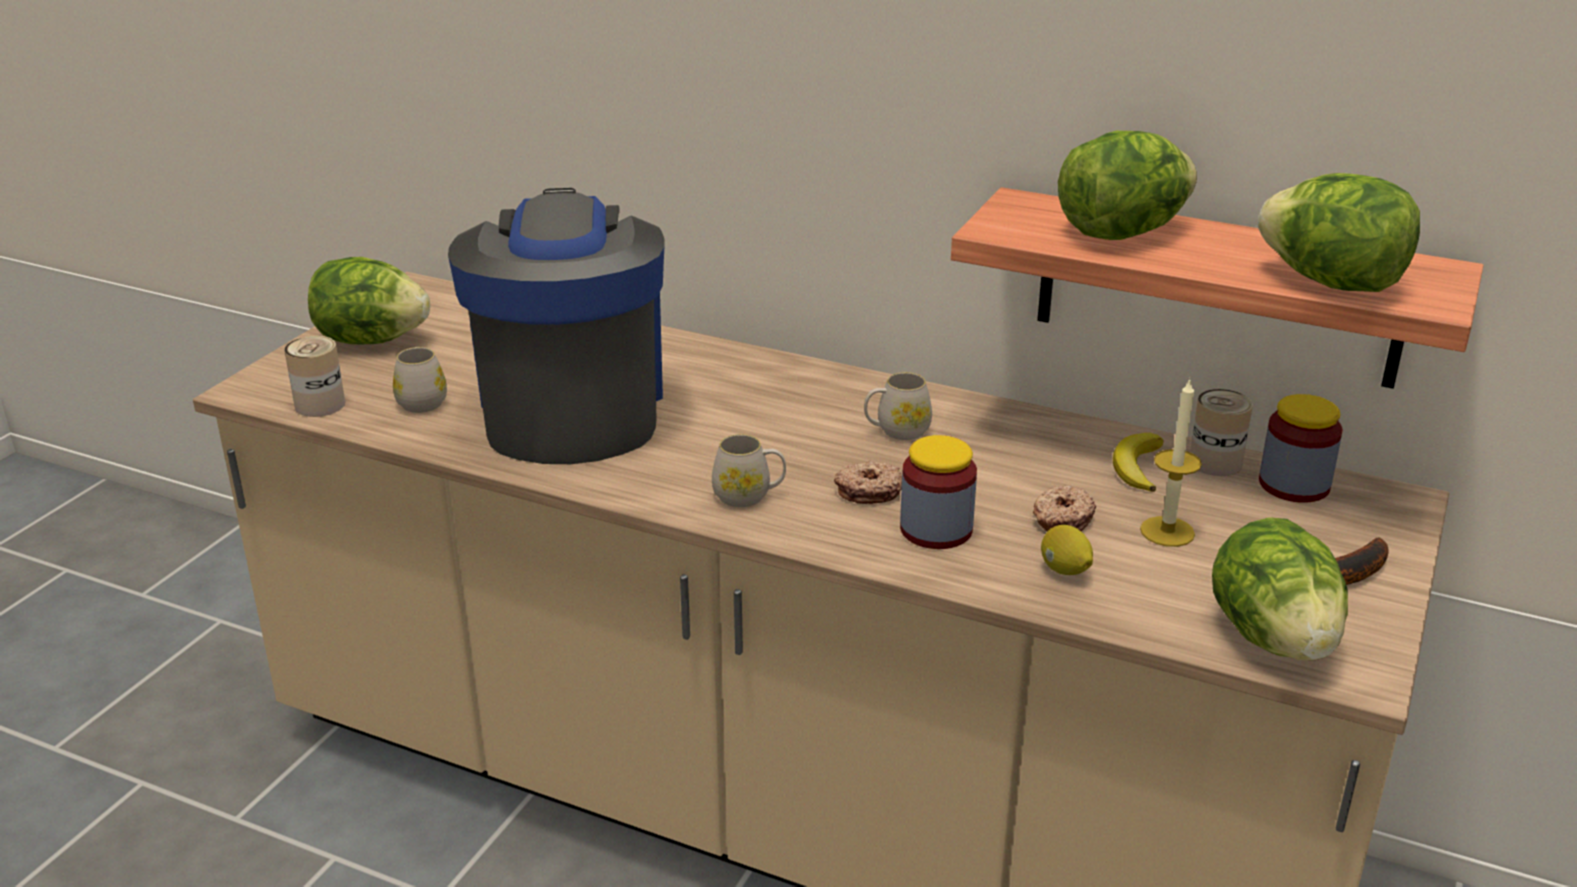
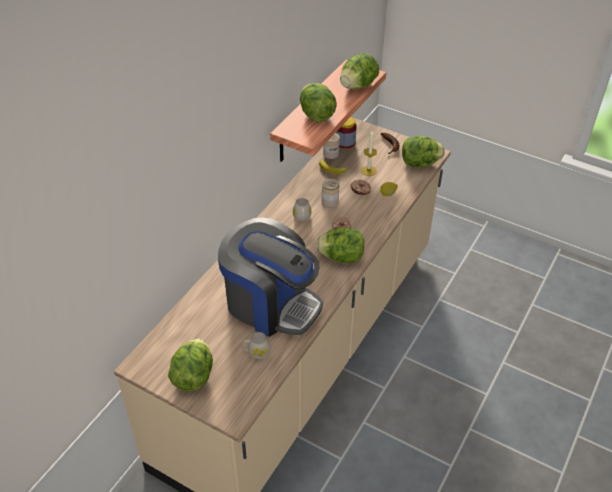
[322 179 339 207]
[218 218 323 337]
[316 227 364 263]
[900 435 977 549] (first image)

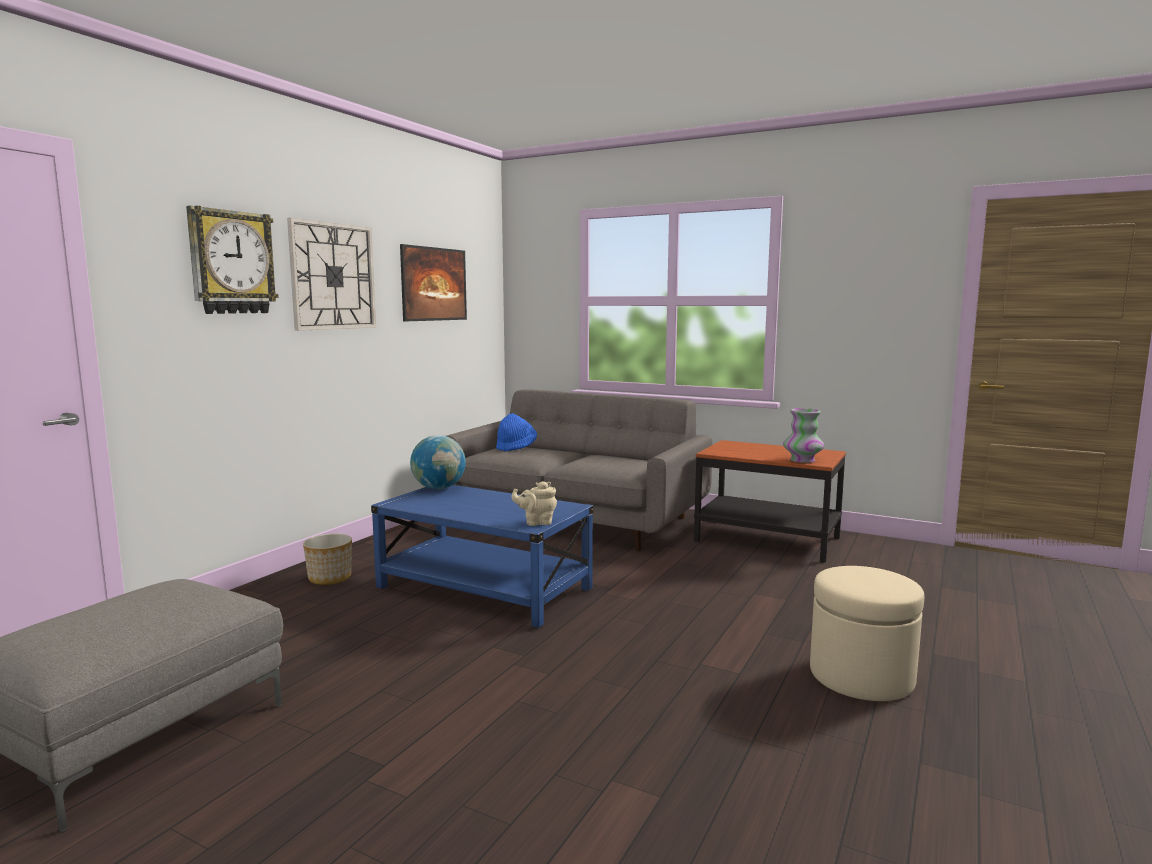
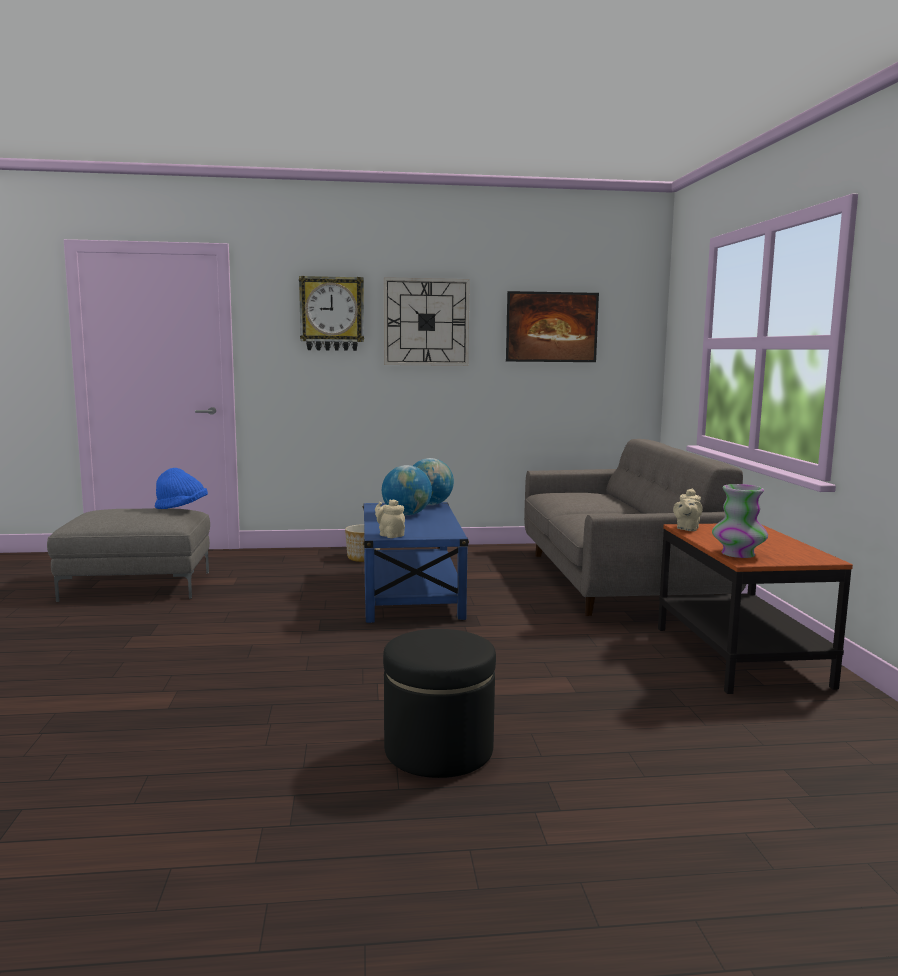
[155 468 208 509]
[383 629 496 778]
[382 465 432 515]
[673 489 703 531]

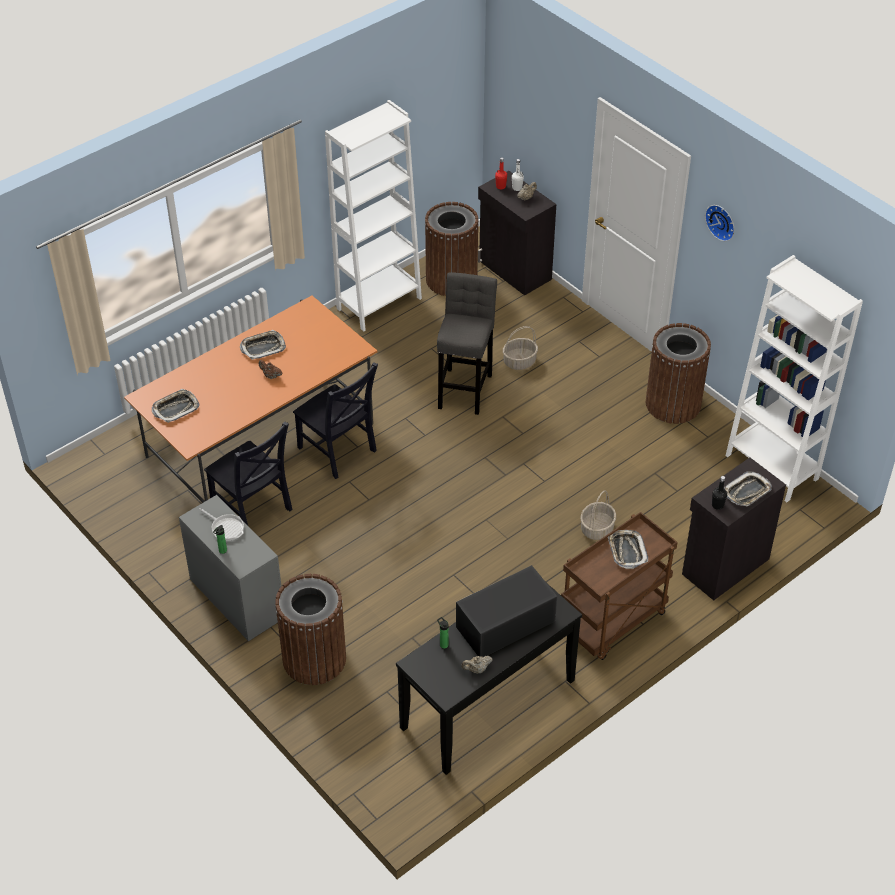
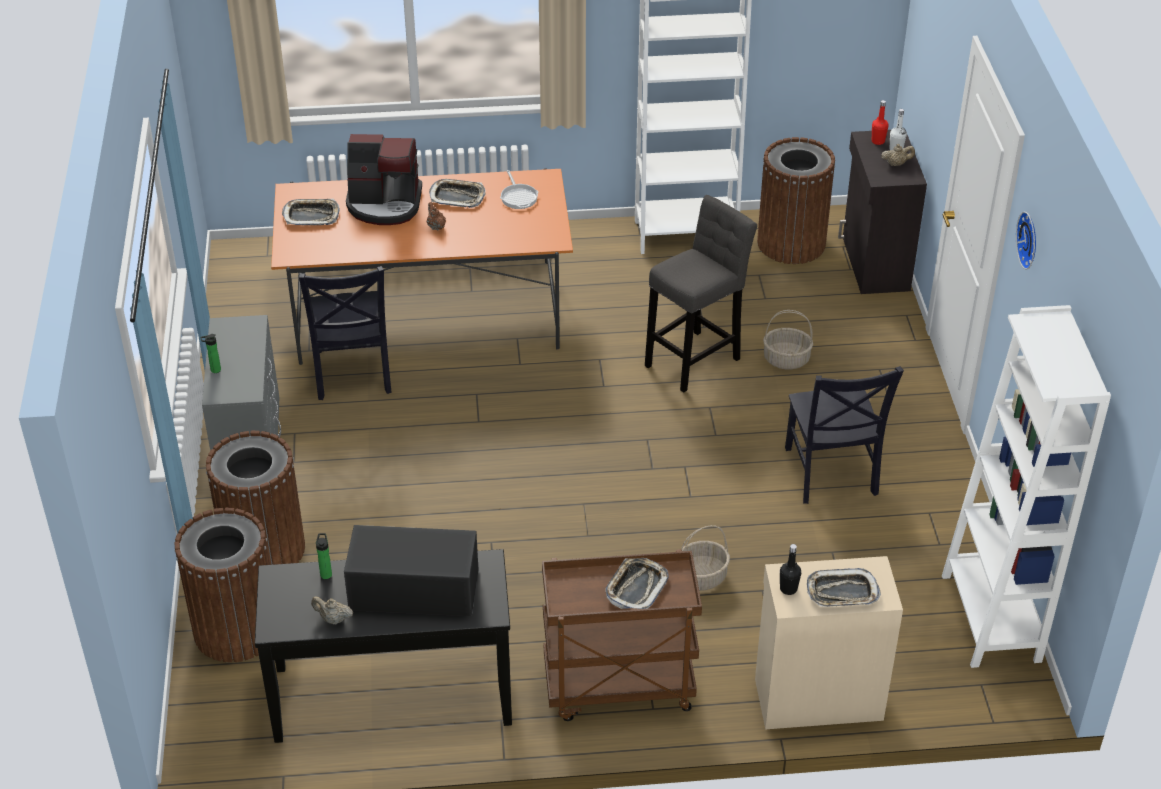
[500 170 538 209]
[785 366 904 504]
[175 508 270 663]
[755 556 903 729]
[346 134 422 225]

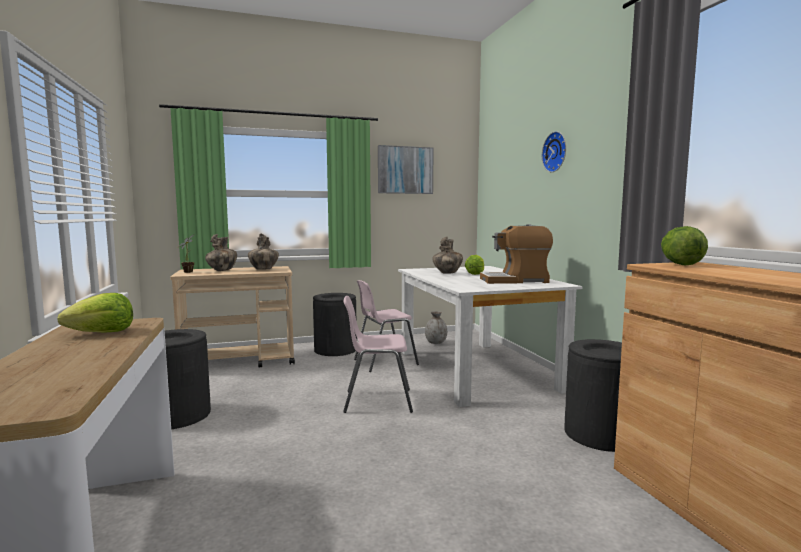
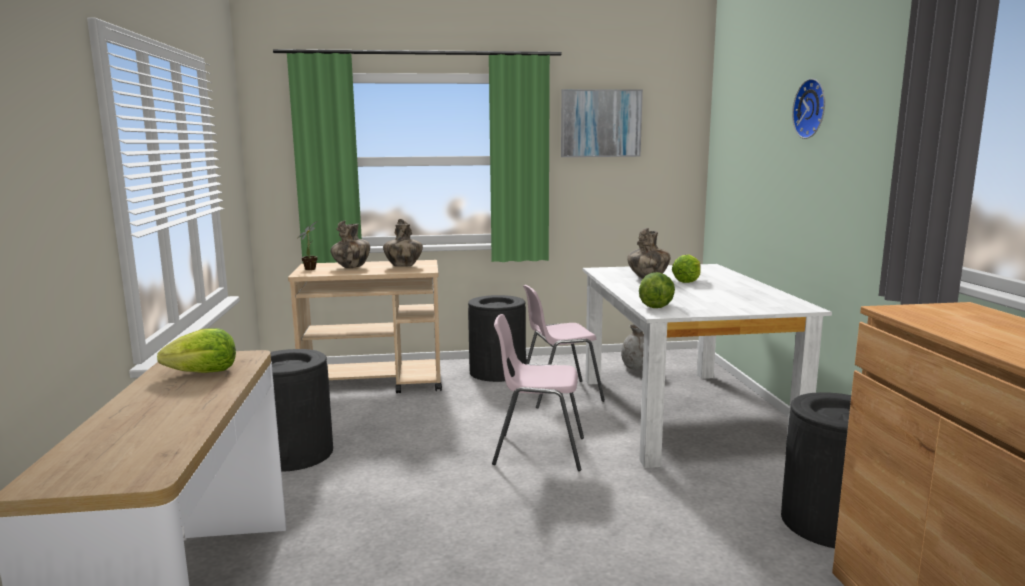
[480 224 553 284] (first image)
[639 272 675 308]

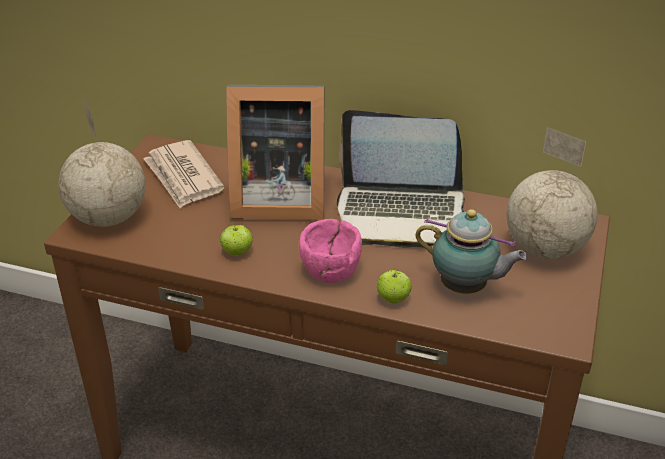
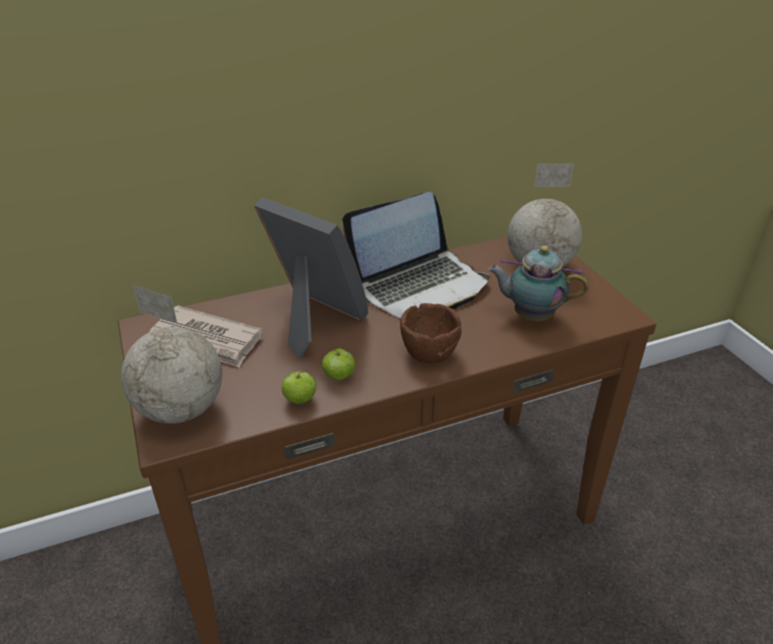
[254 197 368 359]
[400 303 462 363]
[282 371 316 404]
[488 246 589 321]

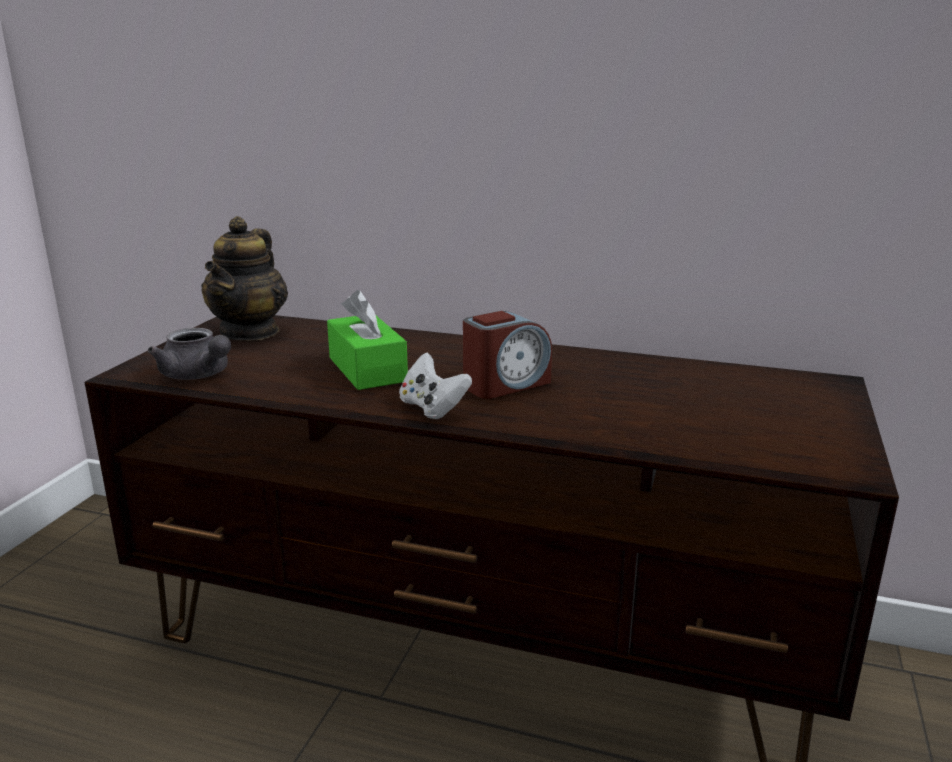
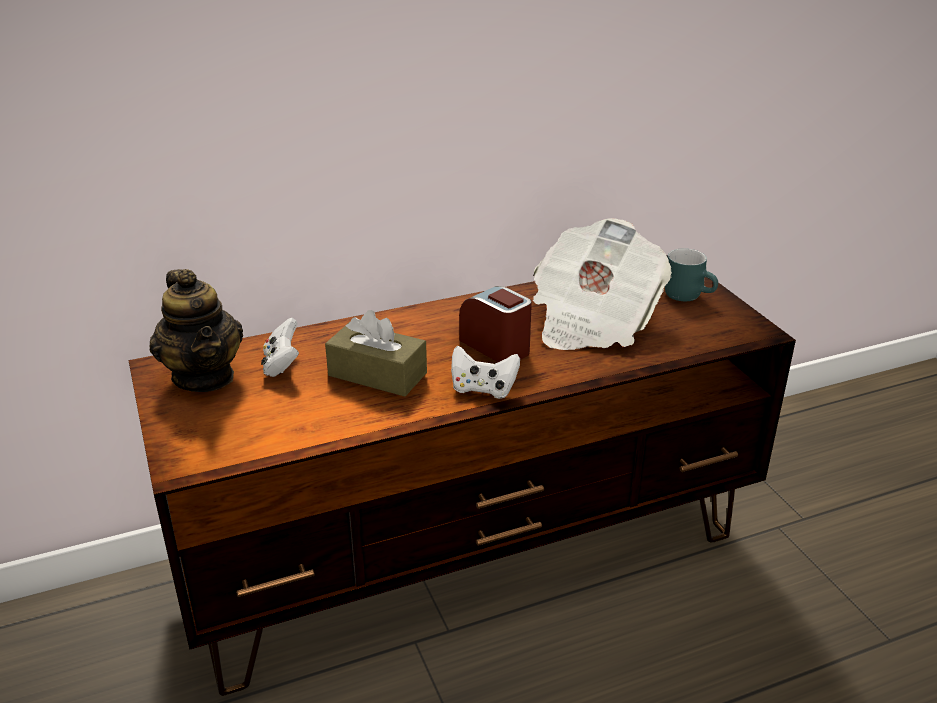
[148 328 231 380] (first image)
[325 310 427 397]
[459 286 532 362]
[261 318 299 377]
[533 218 672 350]
[665 248 718 301]

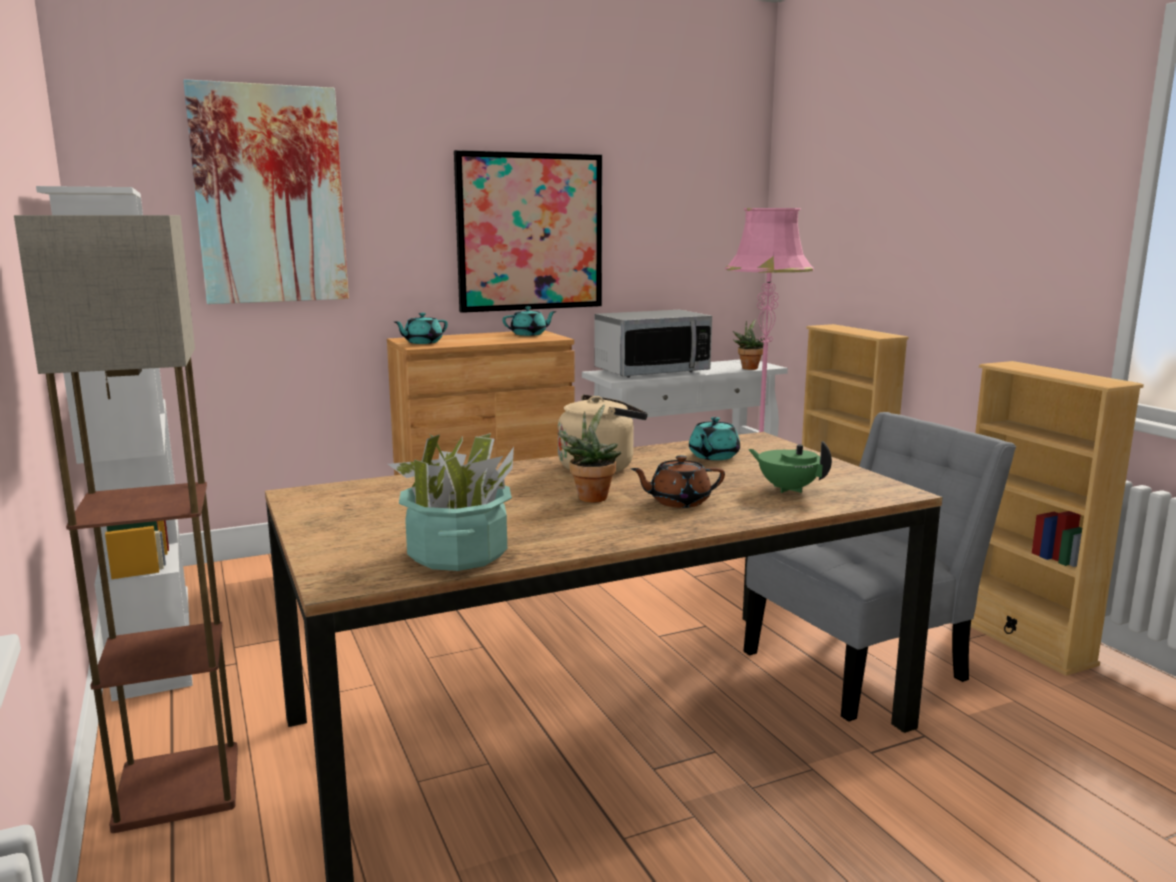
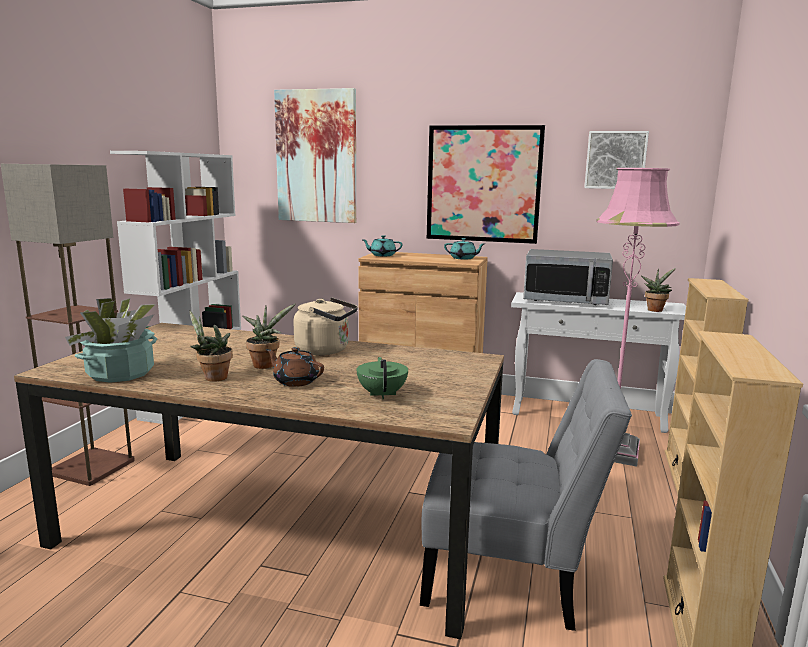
[689 417 740 460] (first image)
[189 310 233 382]
[584 131 649 189]

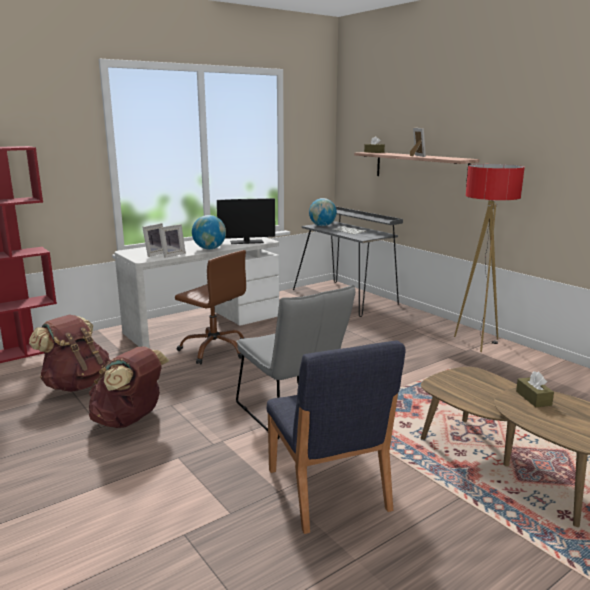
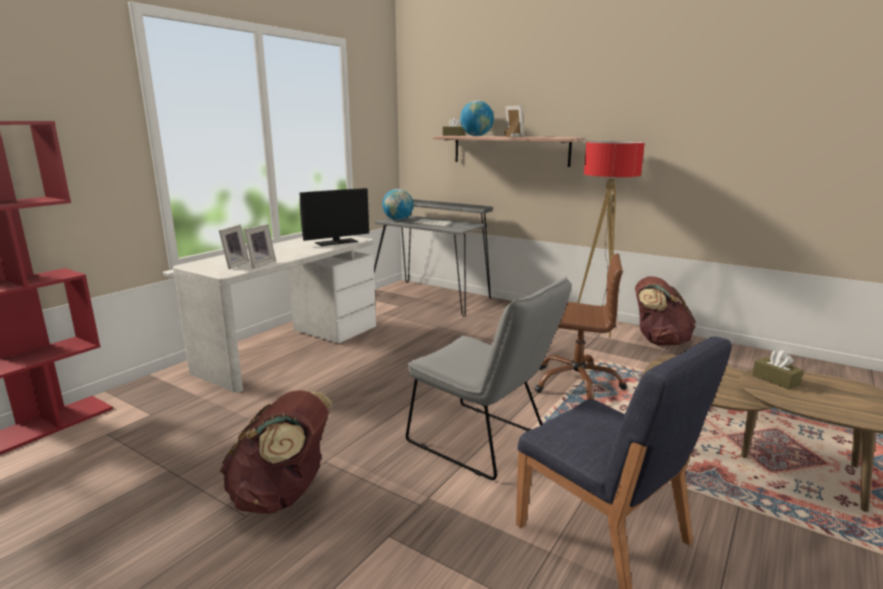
[635 277 696 345]
[534 254 627 400]
[460 101 494 136]

